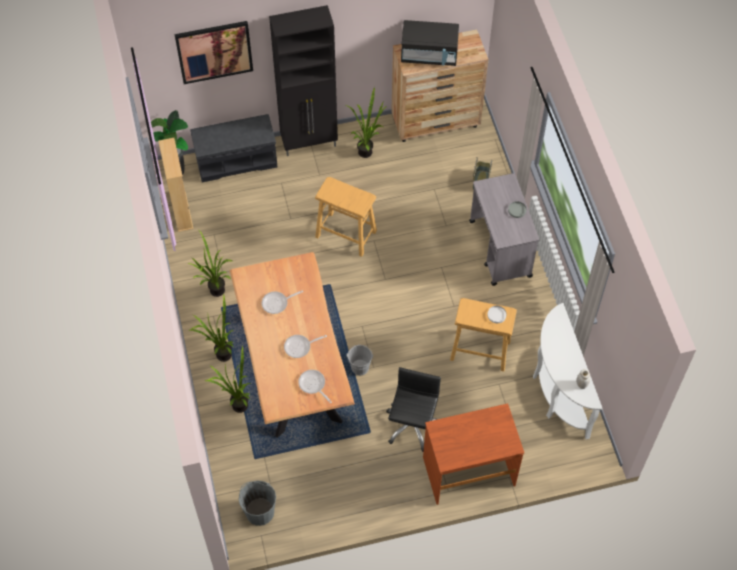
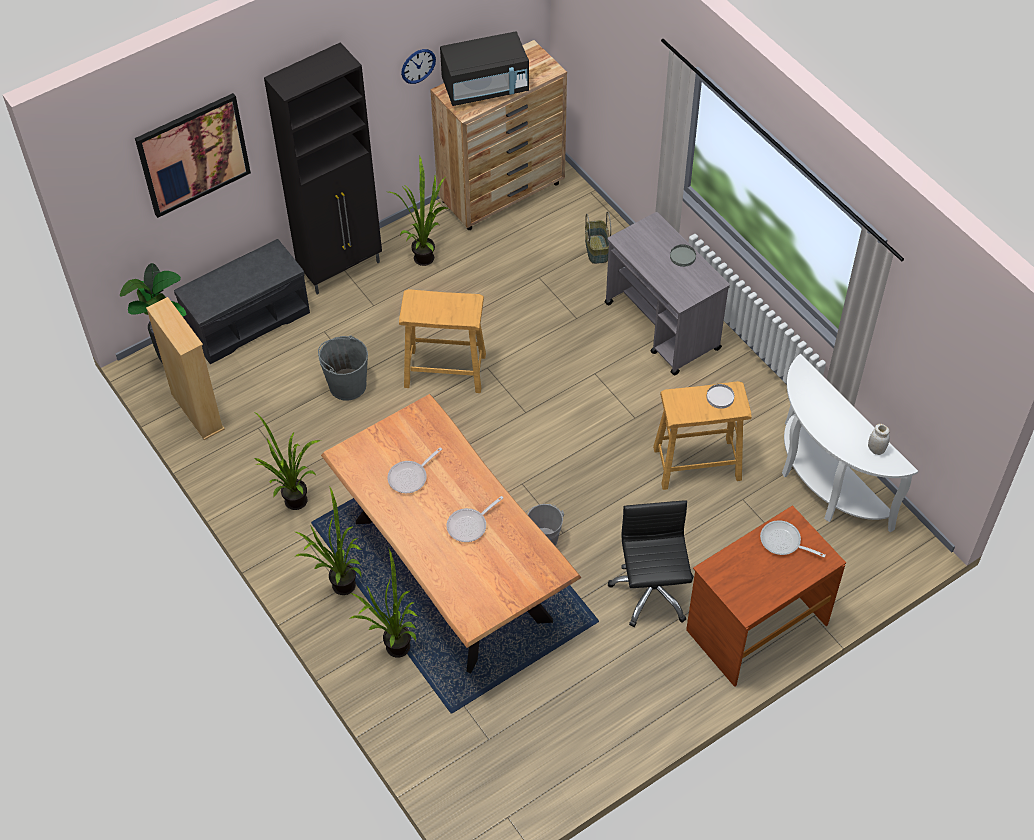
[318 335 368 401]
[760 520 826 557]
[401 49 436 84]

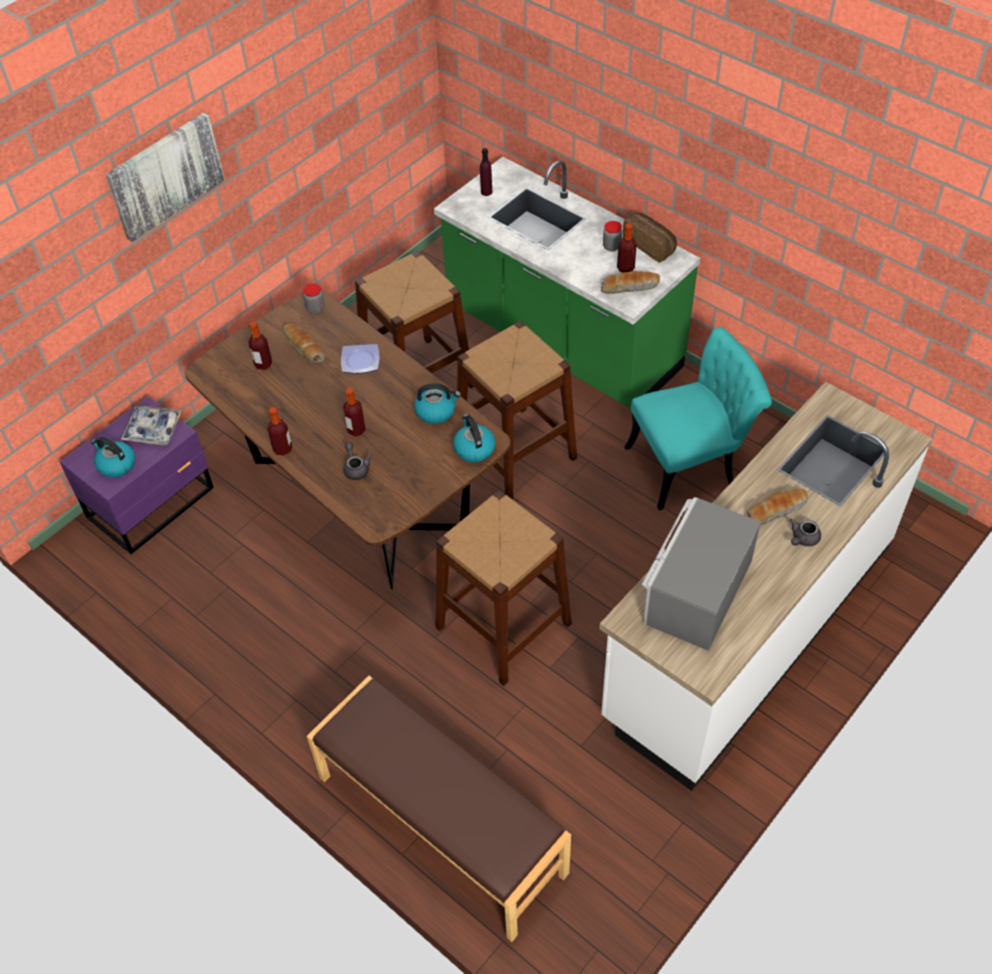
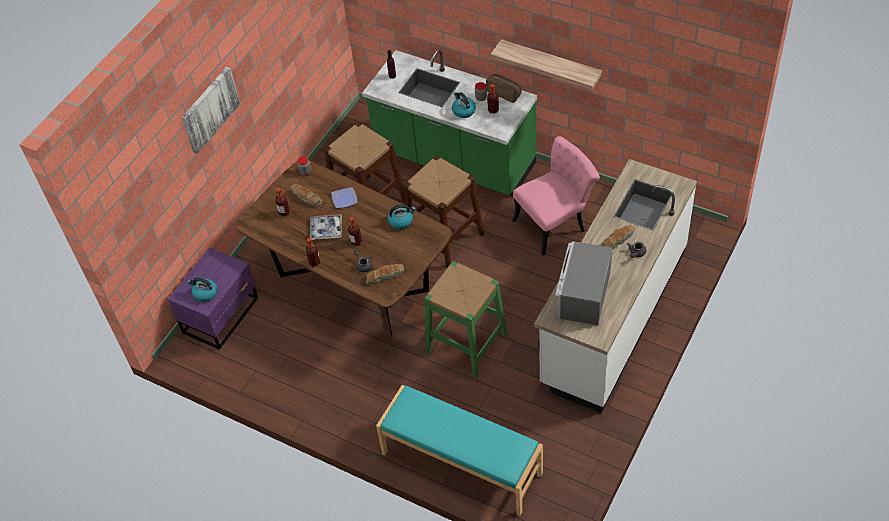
[310 214 342 240]
[376 385 543 516]
[425 261 507 379]
[452 92 476 118]
[366 264 404 284]
[512 136 600 256]
[490 40 602 90]

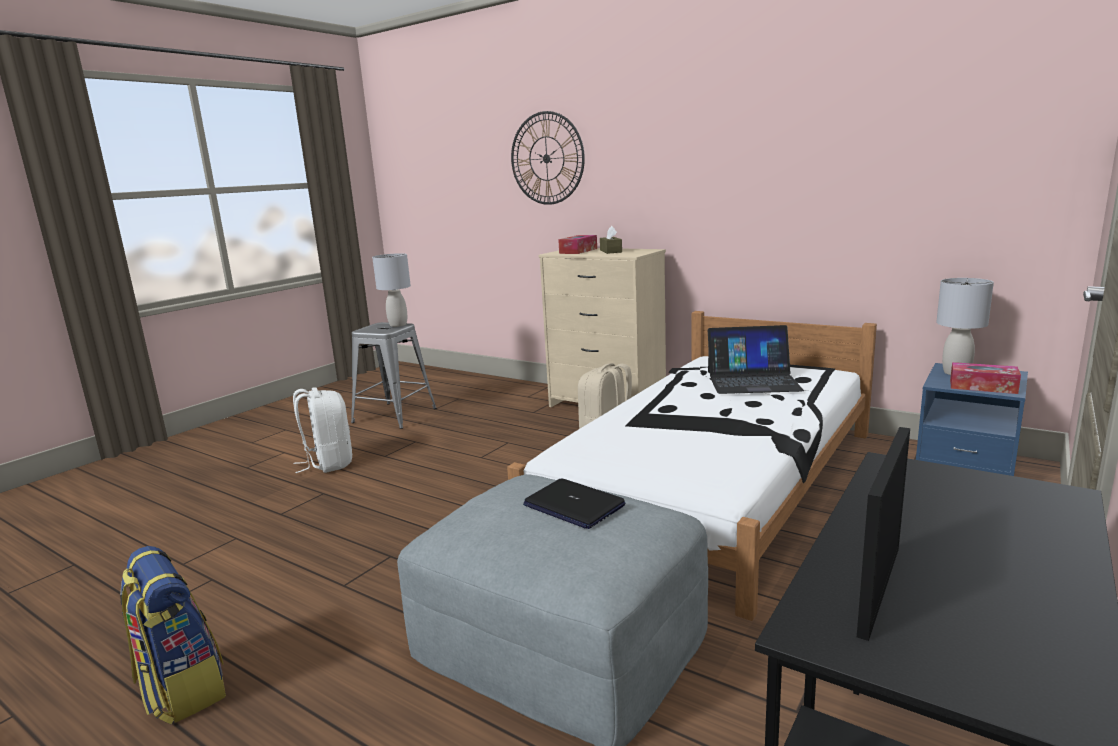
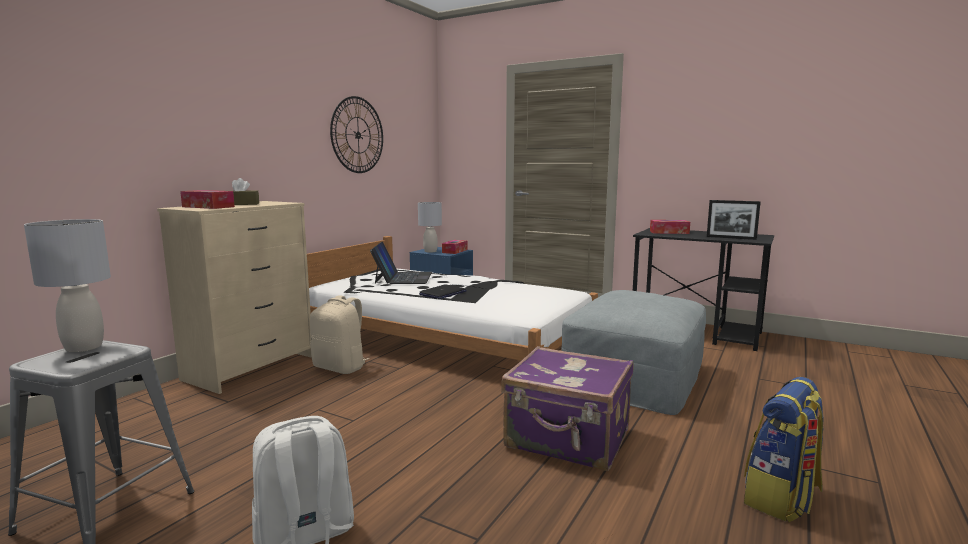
[330 96 383 173]
[419 284 467 299]
[501 346 634 471]
[650 220 690 234]

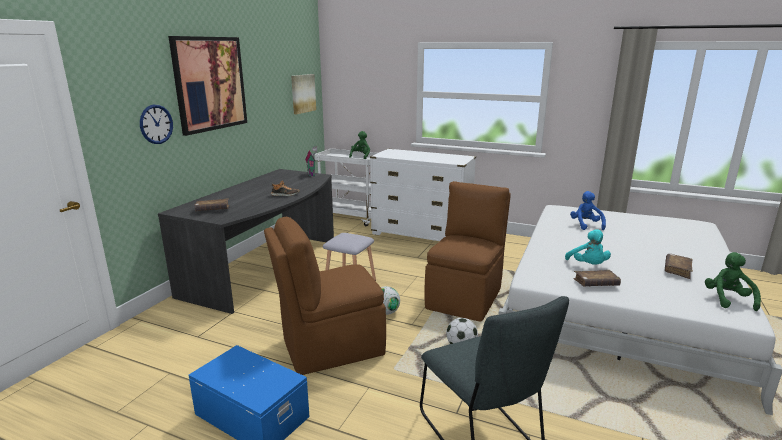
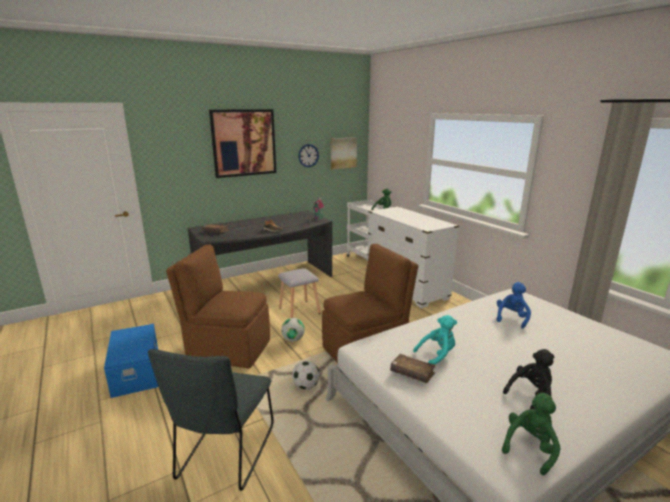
[298 144 319 167]
[413 315 457 365]
[503 349 554 409]

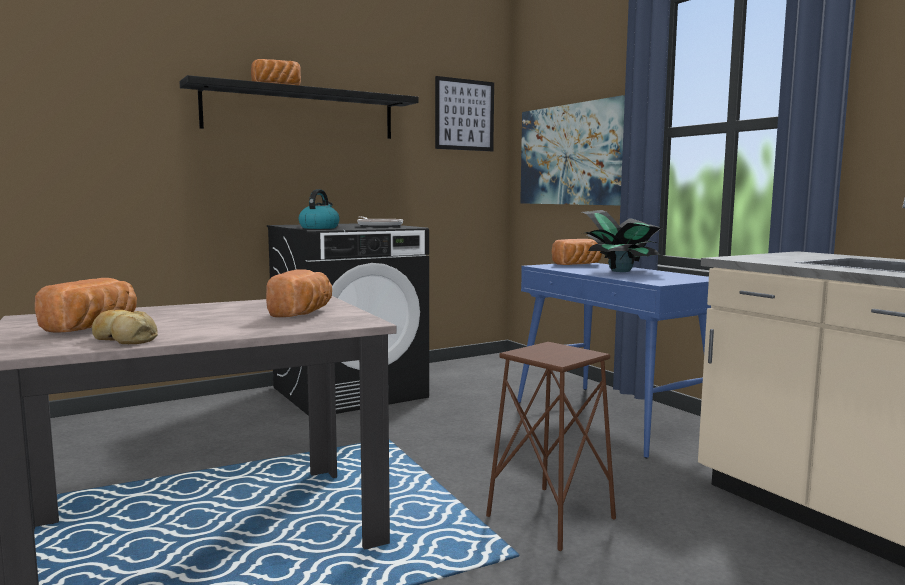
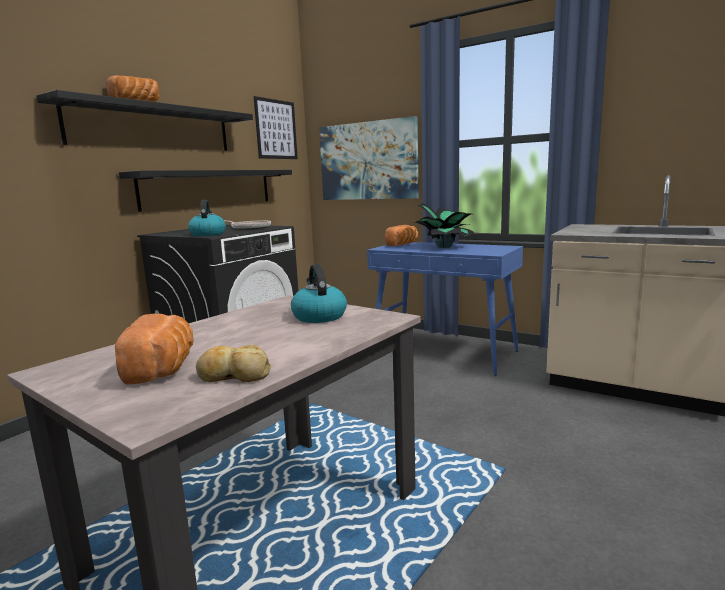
[291 264 347 323]
[486 342 616 551] (first image)
[119 170 292 212]

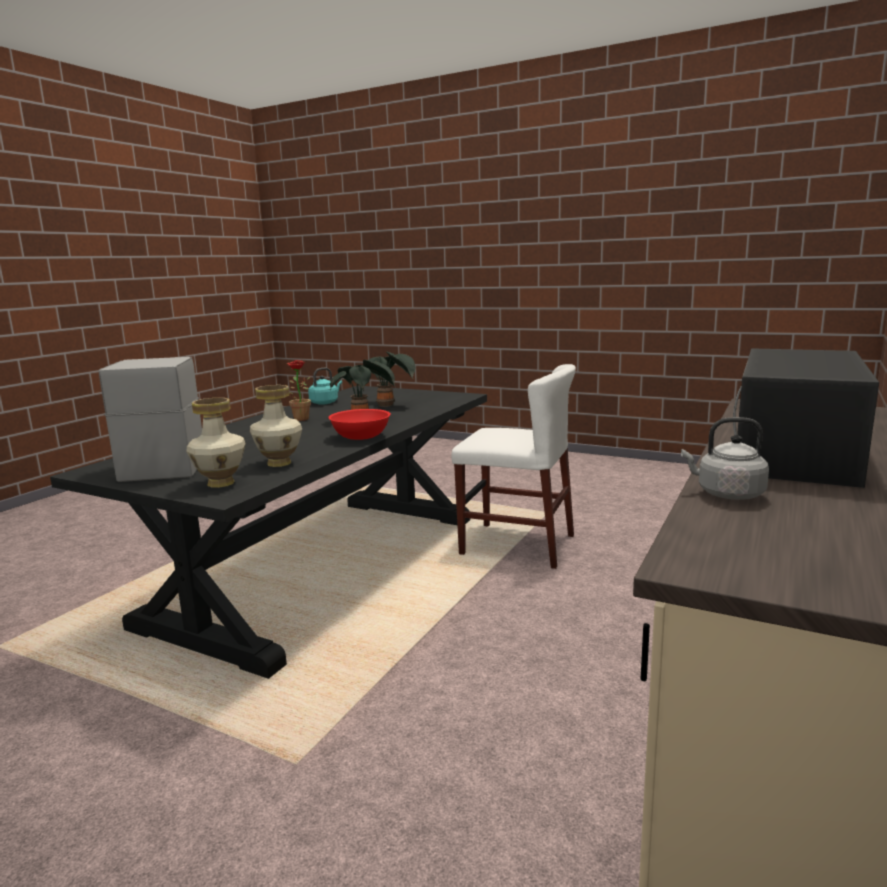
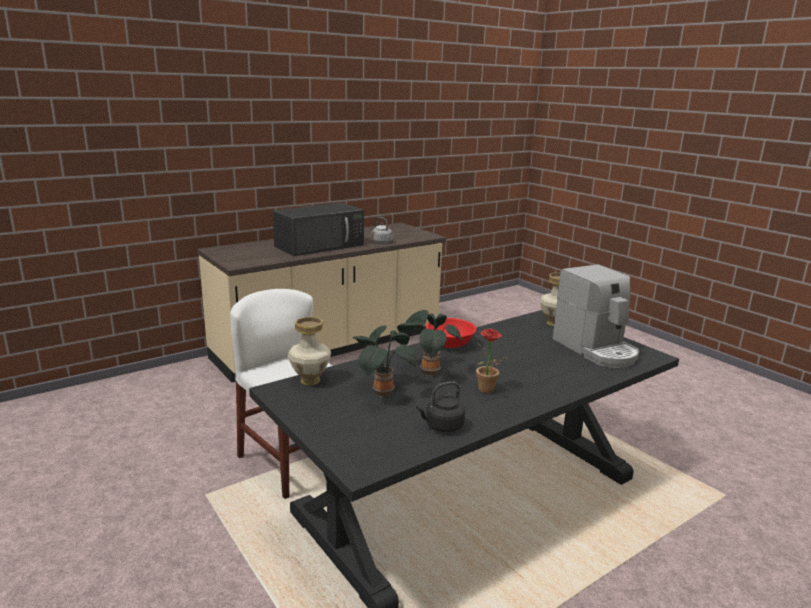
[553 264 639 368]
[288 317 331 385]
[416 382 465 432]

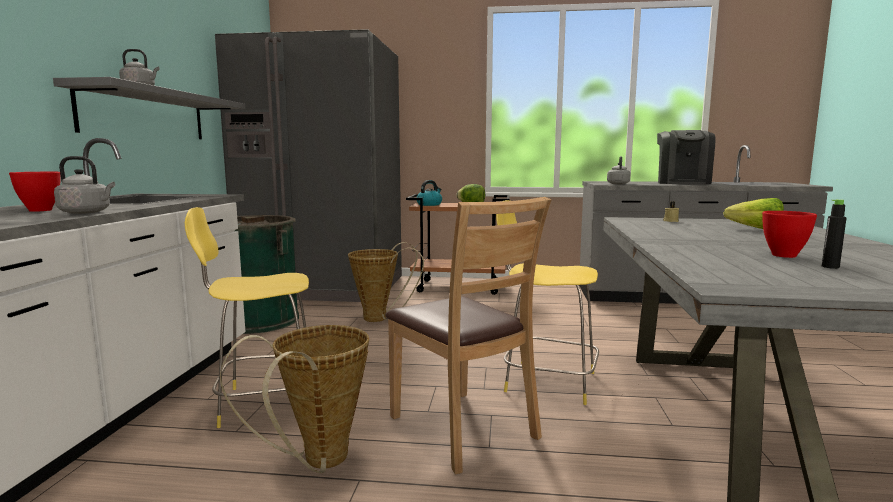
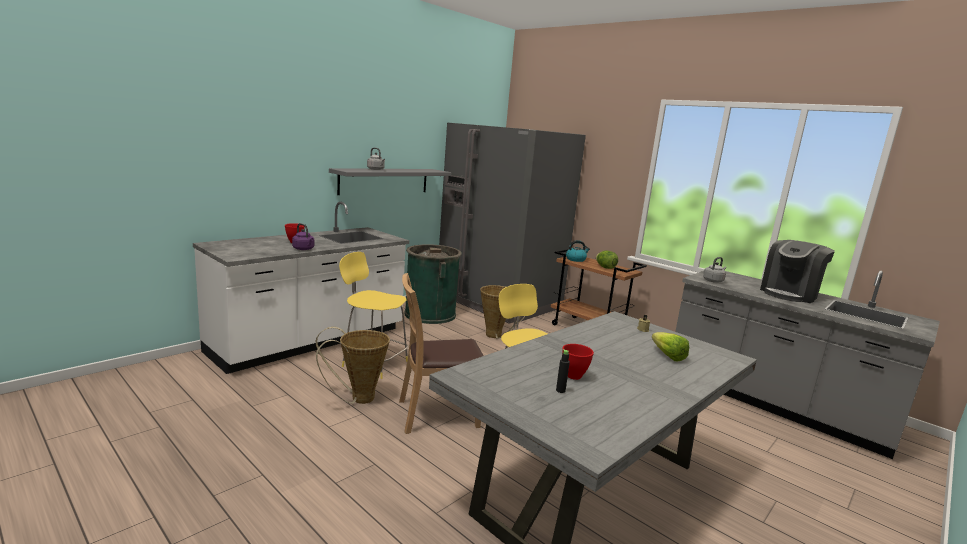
[292 223 314 250]
[399 273 484 434]

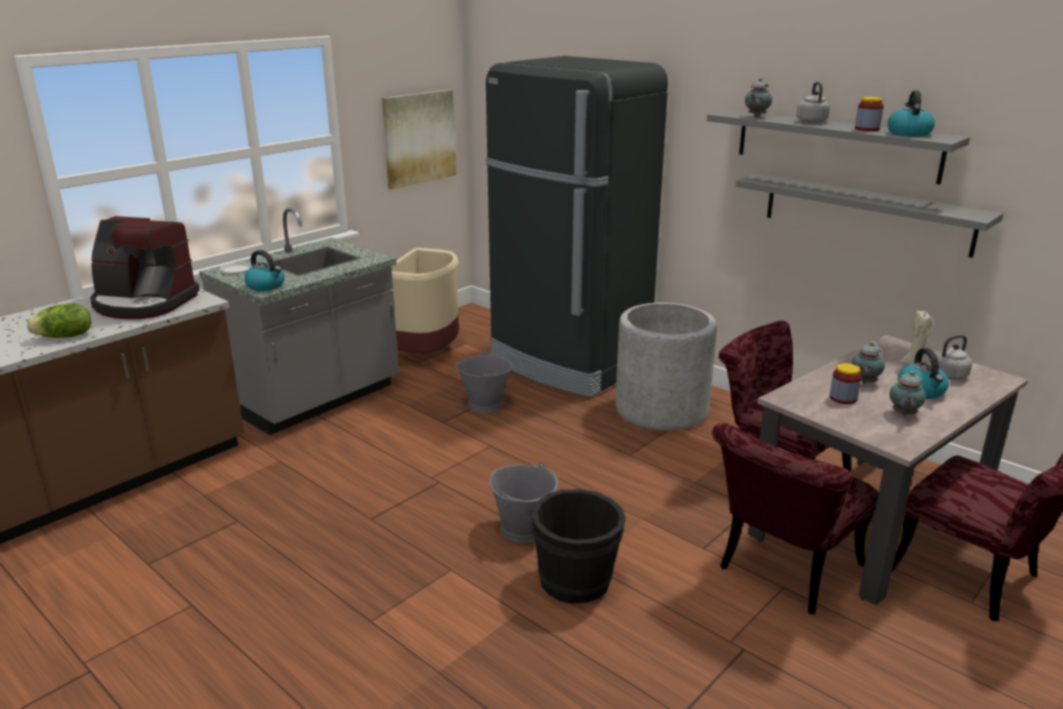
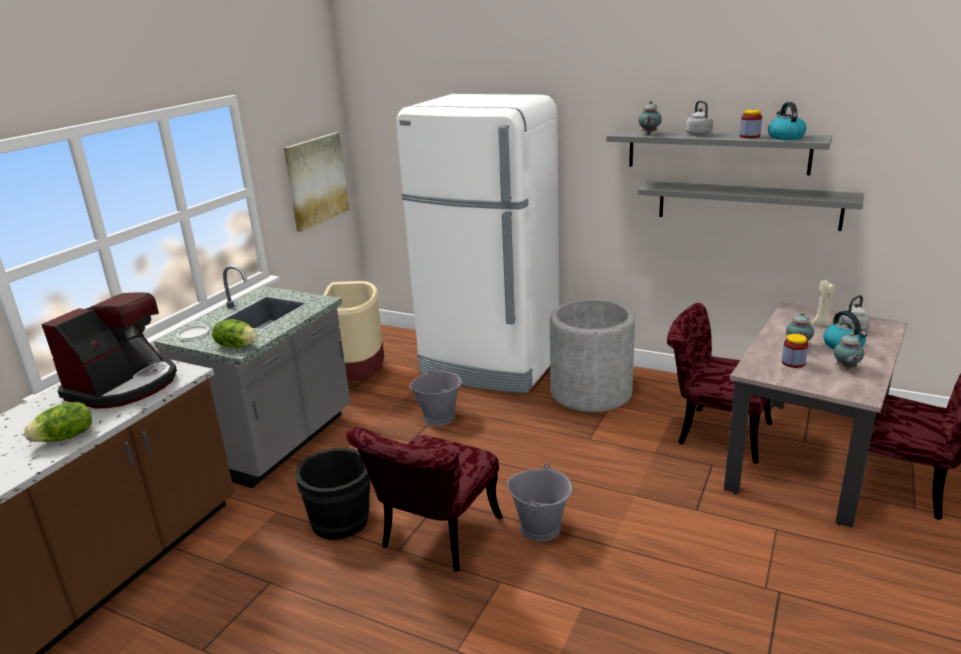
[41 292 177 408]
[212 319 258 348]
[396 94 559 393]
[295 448 371 540]
[346 427 503 572]

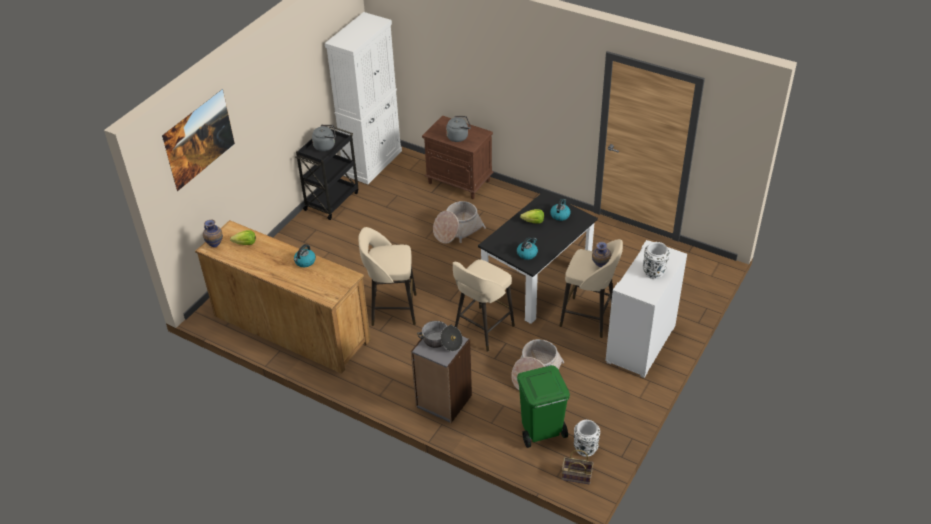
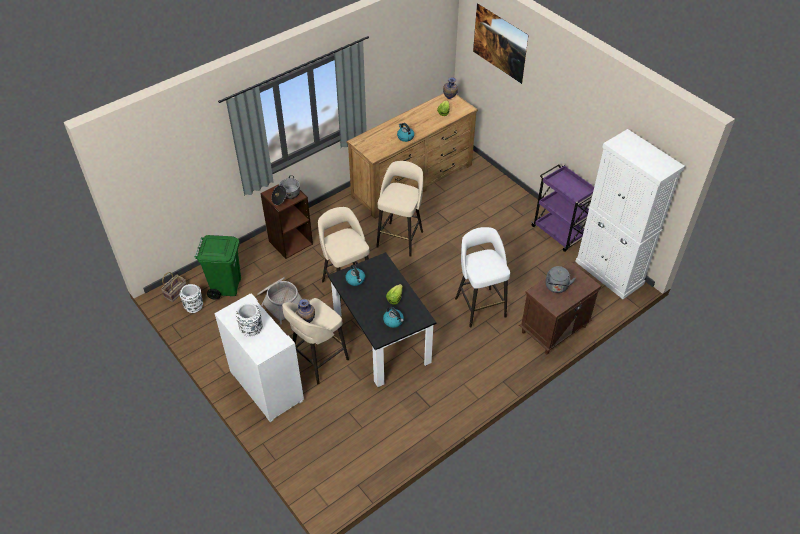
[531 164 594 252]
[312 125 336 151] (first image)
[260 184 313 259]
[455 227 510 328]

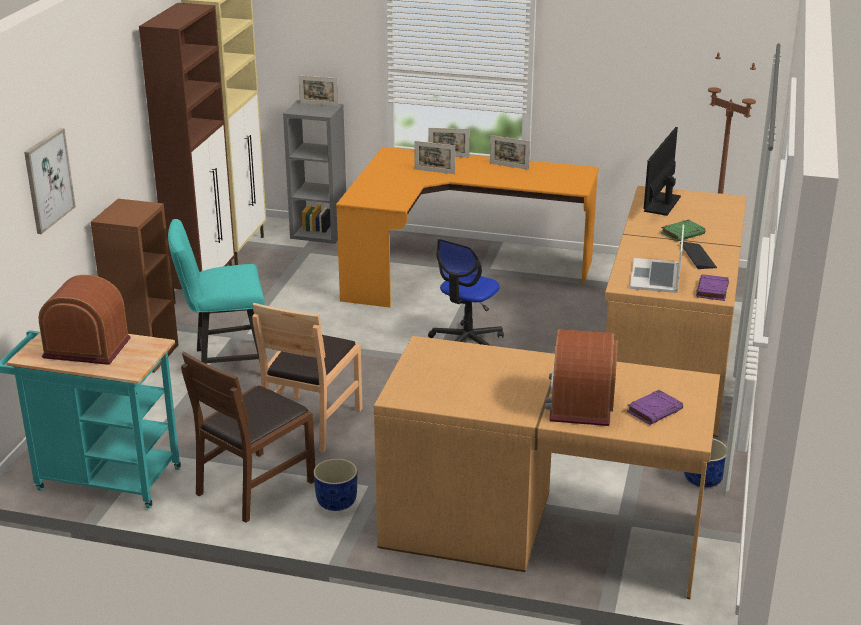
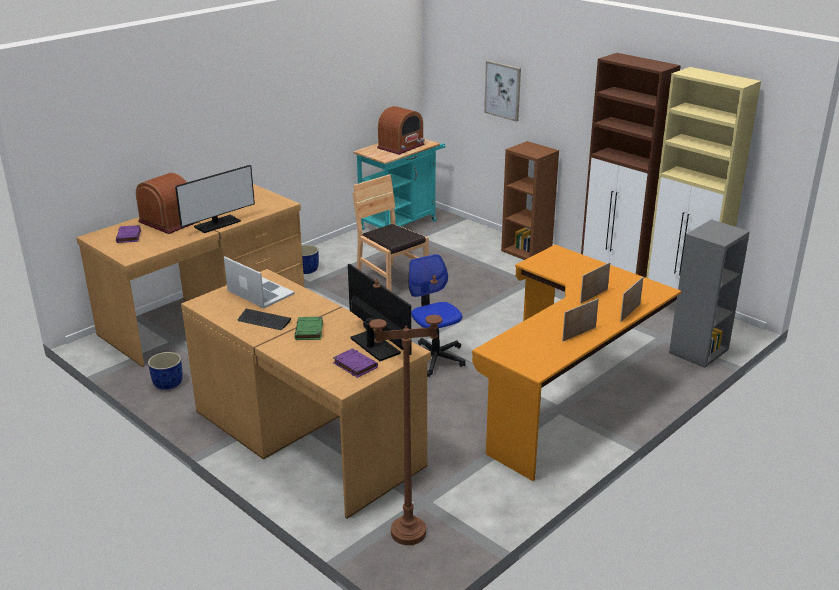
[168 219 265 364] (first image)
[181 352 315 523] (first image)
[298 75 339 106] (first image)
[333 348 378 378]
[175 165 255 233]

